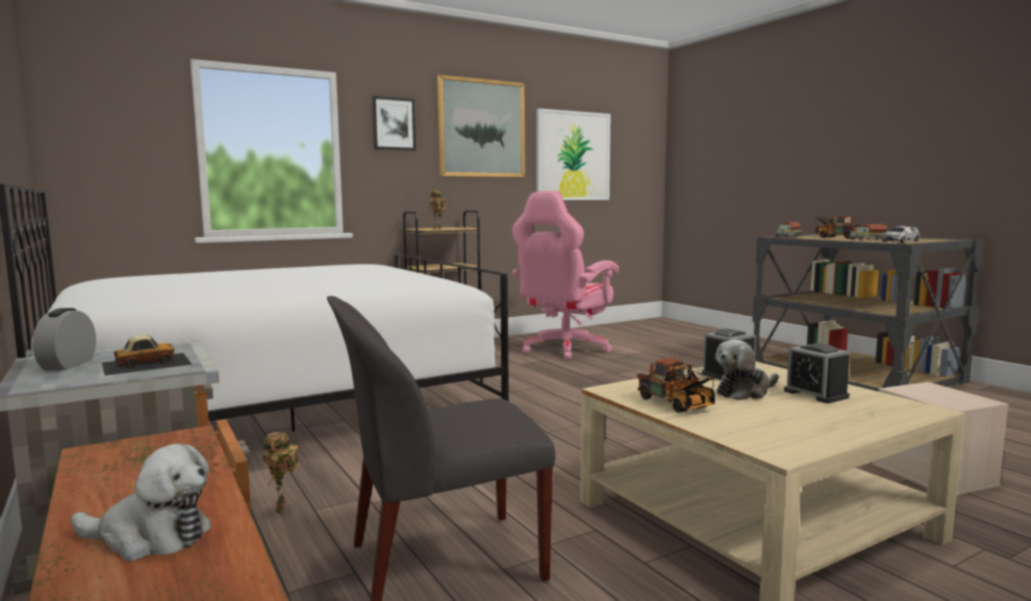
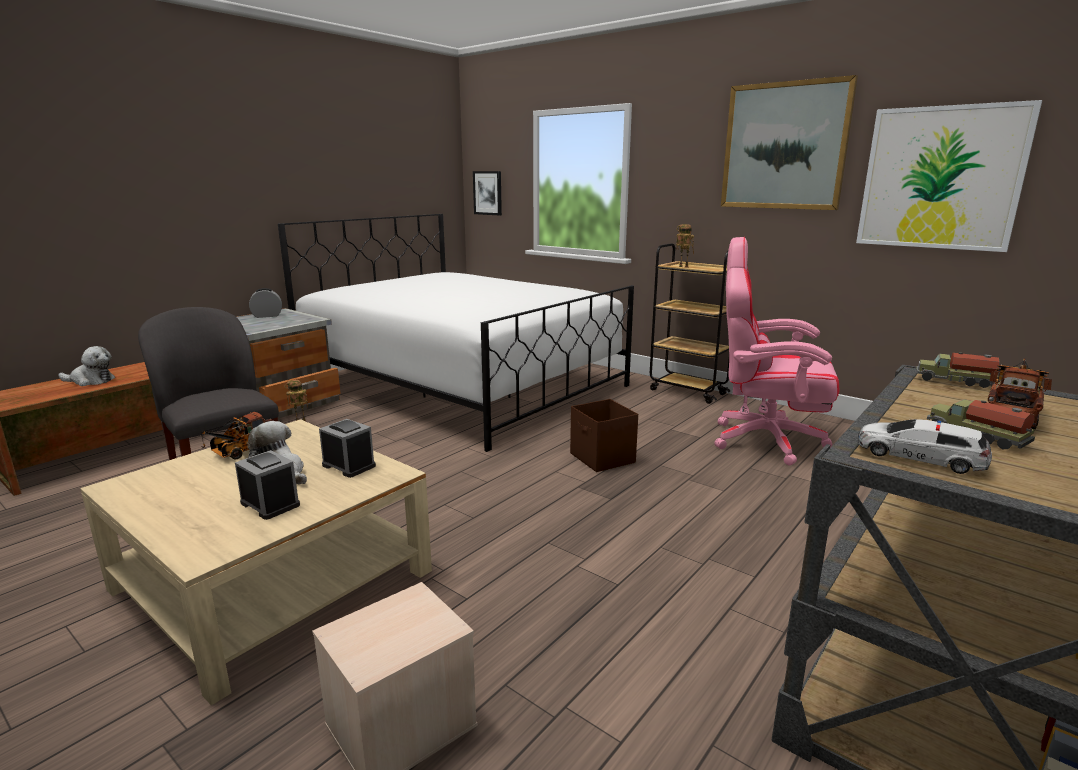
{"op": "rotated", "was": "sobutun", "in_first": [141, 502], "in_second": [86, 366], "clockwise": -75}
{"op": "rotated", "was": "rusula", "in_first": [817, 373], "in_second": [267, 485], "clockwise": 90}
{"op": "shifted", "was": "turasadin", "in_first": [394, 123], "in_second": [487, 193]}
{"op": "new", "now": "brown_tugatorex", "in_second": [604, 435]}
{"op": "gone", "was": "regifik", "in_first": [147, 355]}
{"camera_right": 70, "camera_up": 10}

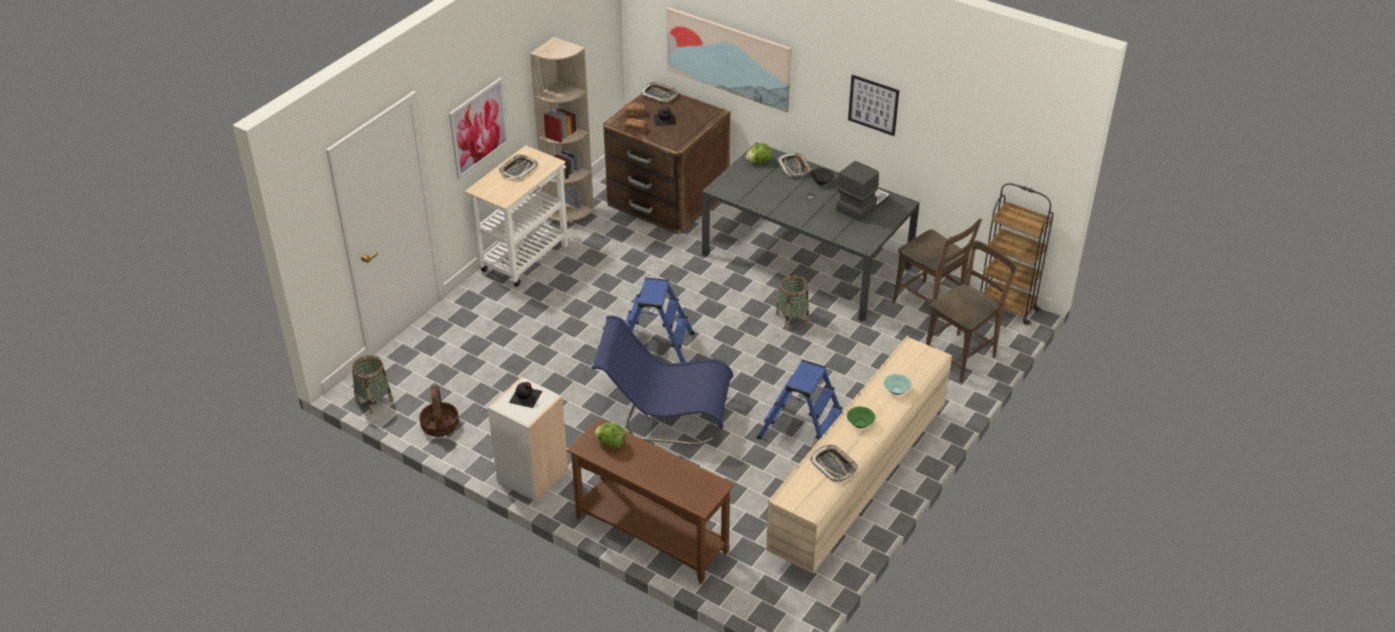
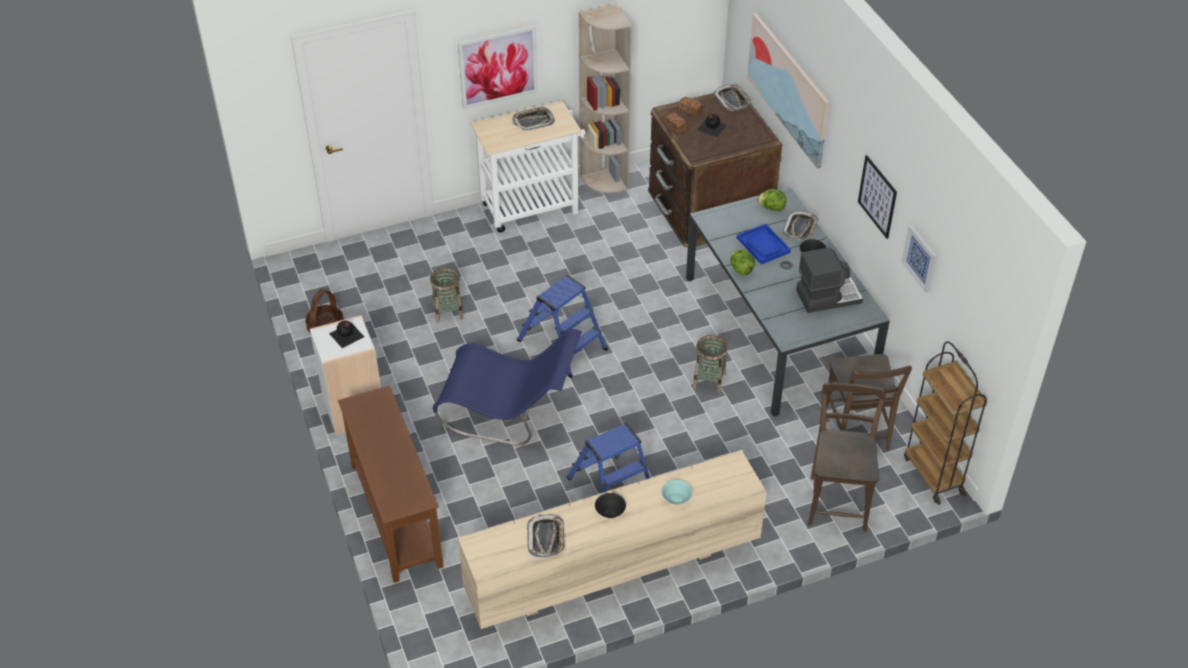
{"op": "shifted", "was": "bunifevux", "in_first": [372, 384], "in_second": [446, 295]}
{"op": "rotated", "was": "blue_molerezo", "in_first": [662, 380], "in_second": [507, 387], "clockwise": 150}
{"op": "repainted", "was": "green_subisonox", "now": "black_subisonox", "in_first": [861, 417], "in_second": [610, 505]}
{"op": "shifted", "was": "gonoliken", "in_first": [610, 435], "in_second": [742, 263]}
{"op": "new", "now": "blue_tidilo", "in_second": [764, 244]}
{"op": "rotated", "was": "brown_molerezo", "in_first": [971, 311], "in_second": [847, 457], "clockwise": -75}
{"op": "new", "now": "turasadin", "in_second": [919, 259]}
{"camera_right": 35, "camera_up": 5}

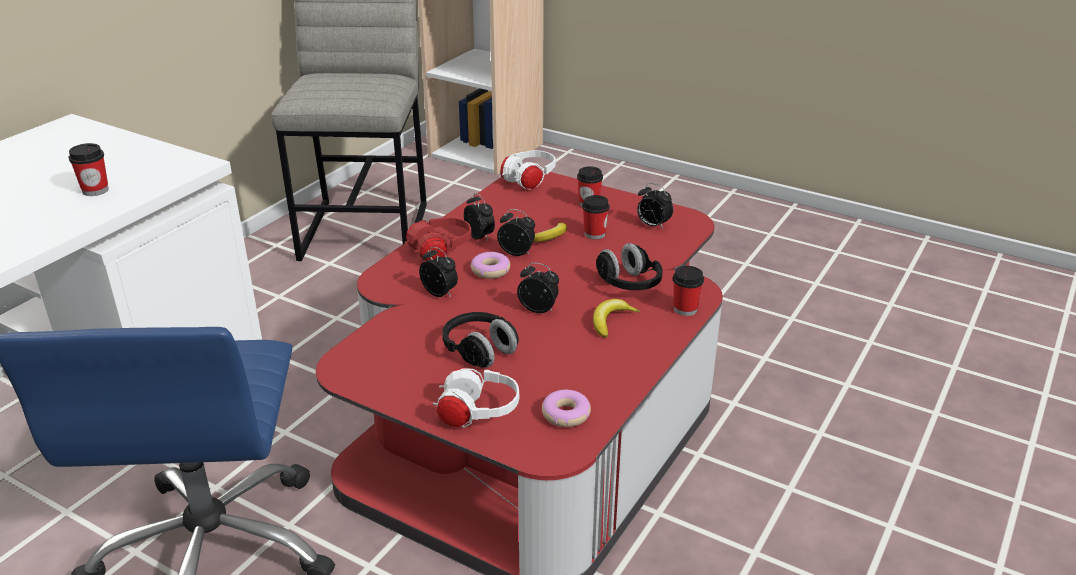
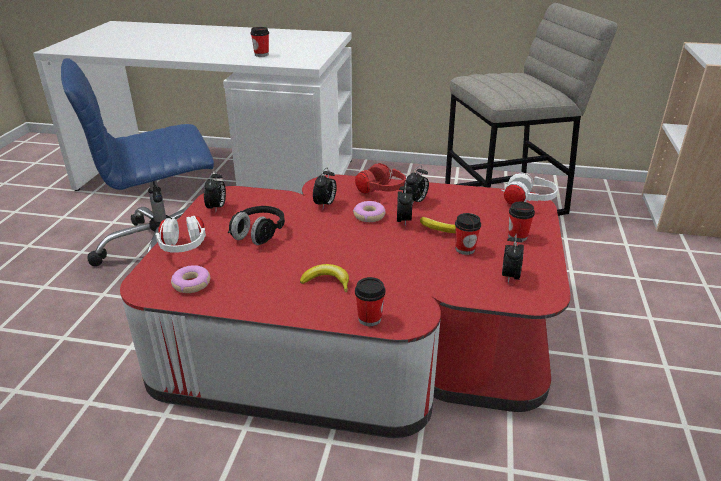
{"op": "shifted", "was": "rusula", "in_first": [538, 287], "in_second": [215, 191]}
{"op": "gone", "was": "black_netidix", "in_first": [629, 266]}
{"camera_right": 70, "camera_up": 0}

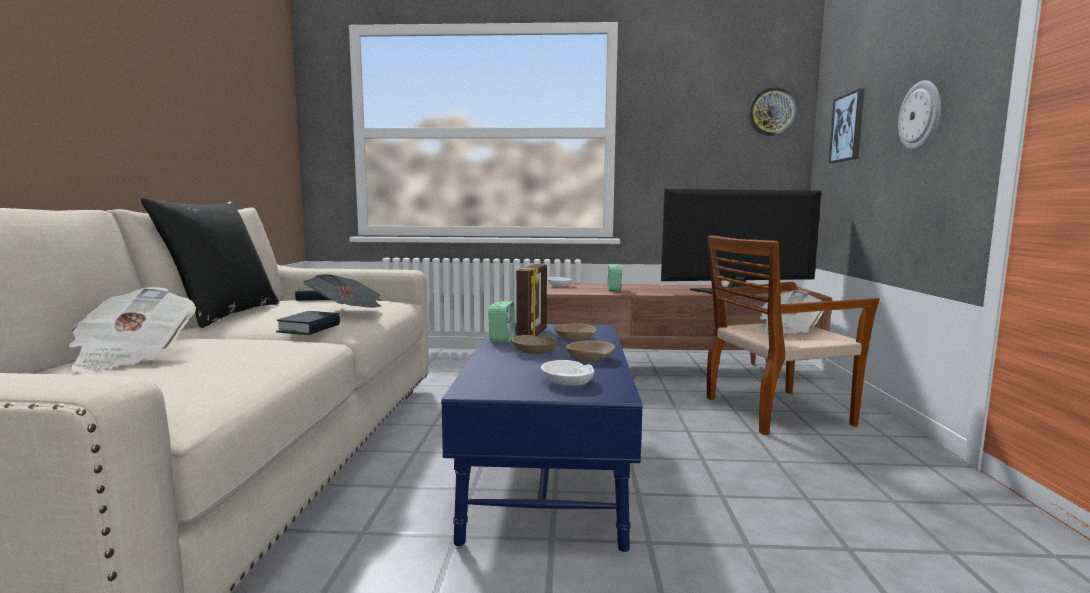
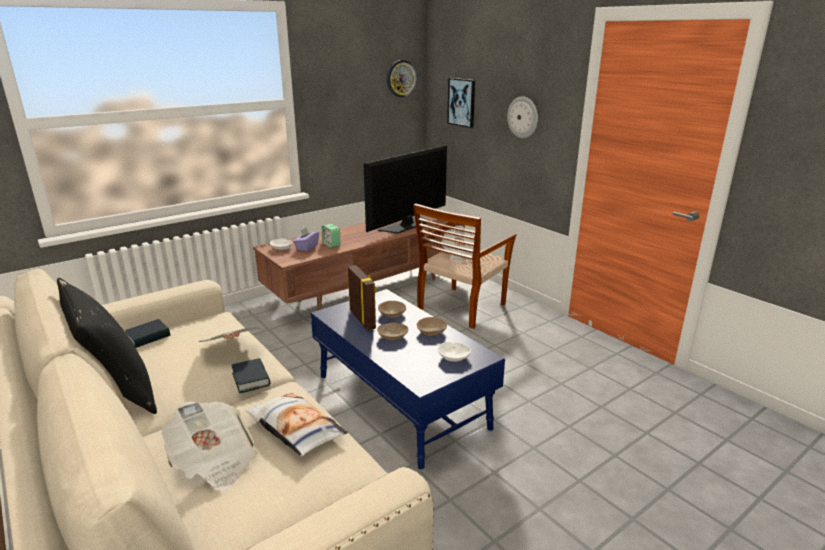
{"op": "new", "now": "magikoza", "in_second": [296, 424]}
{"op": "new", "now": "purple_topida", "in_second": [306, 239]}
{"op": "gone", "was": "rusula", "in_first": [501, 322]}
{"camera_right": -40, "camera_up": 15}

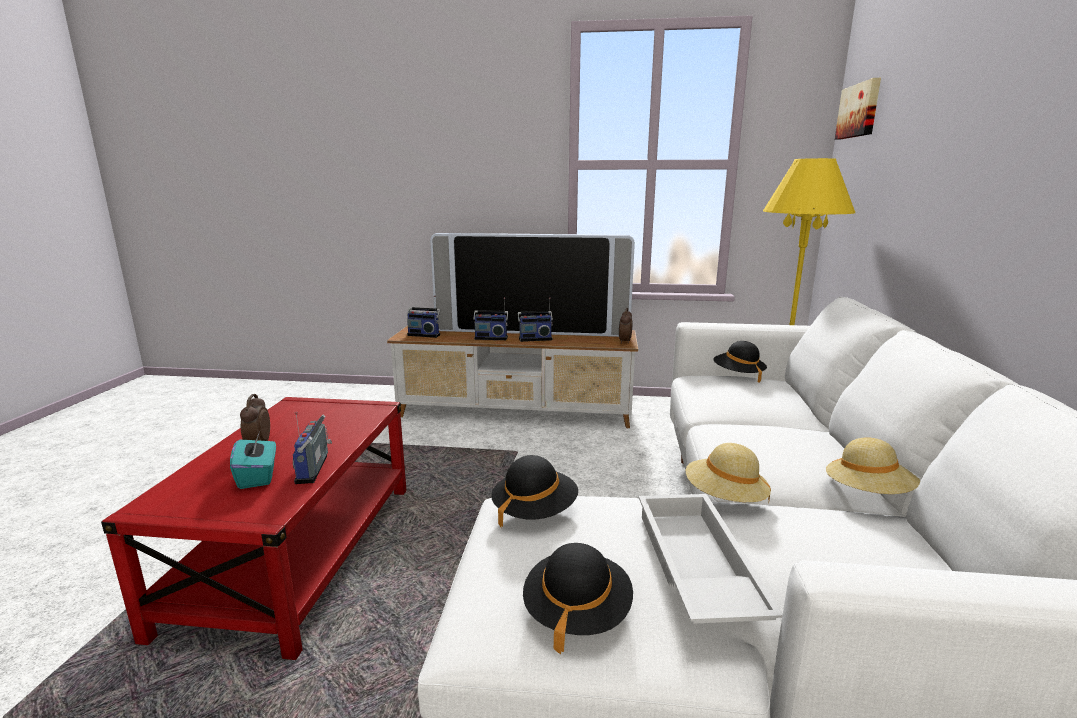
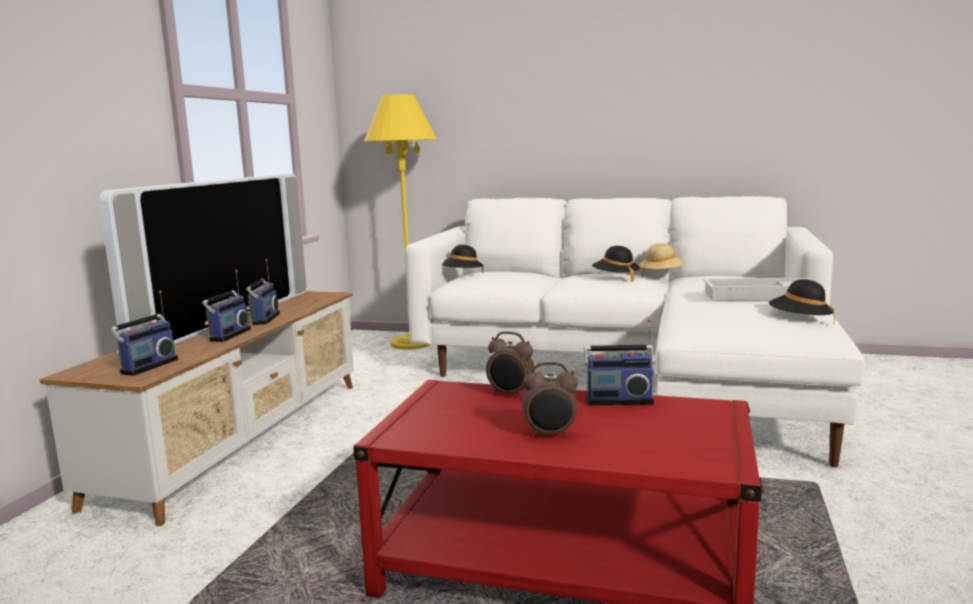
{"op": "shifted", "was": "rusula", "in_first": [625, 326], "in_second": [510, 364]}
{"op": "shifted", "was": "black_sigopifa", "in_first": [534, 491], "in_second": [616, 264]}
{"op": "gone", "was": "turquoise_topida", "in_first": [253, 460]}
{"op": "gone", "was": "beige_sigopifa", "in_first": [728, 473]}
{"op": "gone", "was": "turasadin", "in_first": [858, 108]}
{"camera_right": -80, "camera_up": -5}

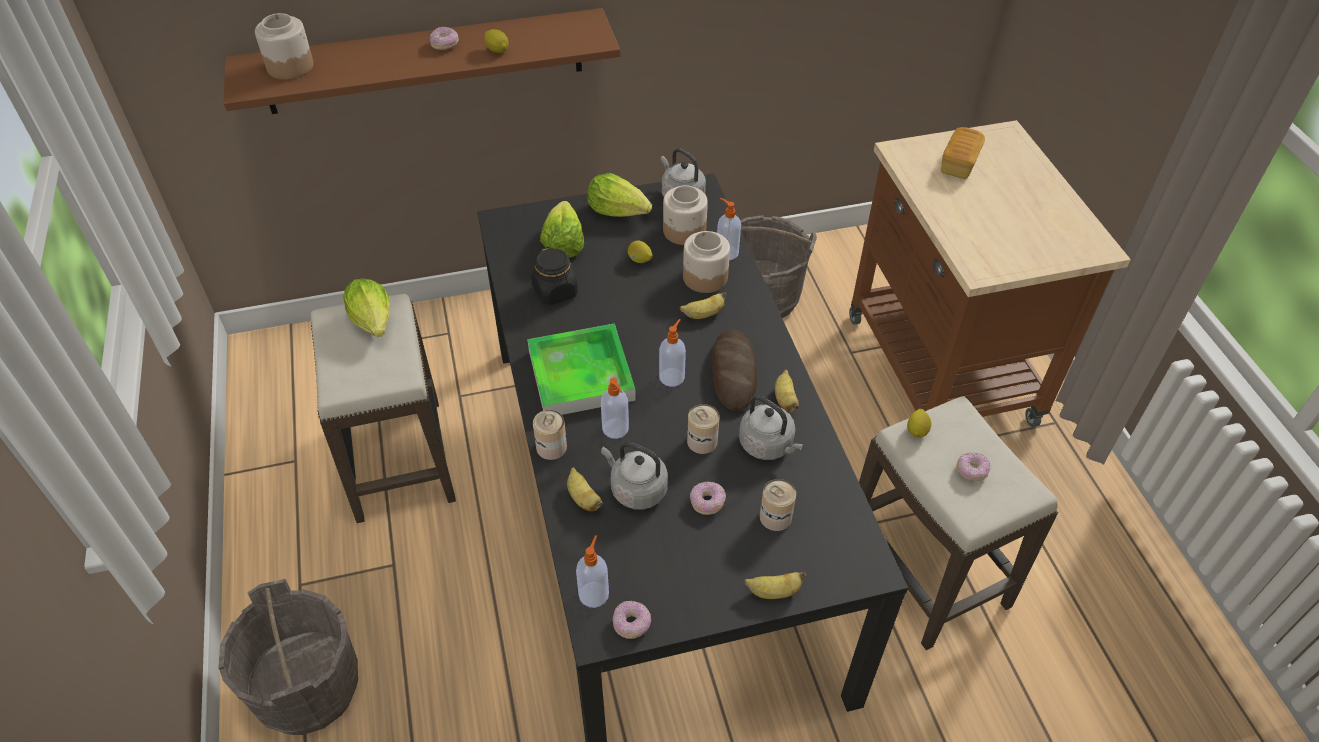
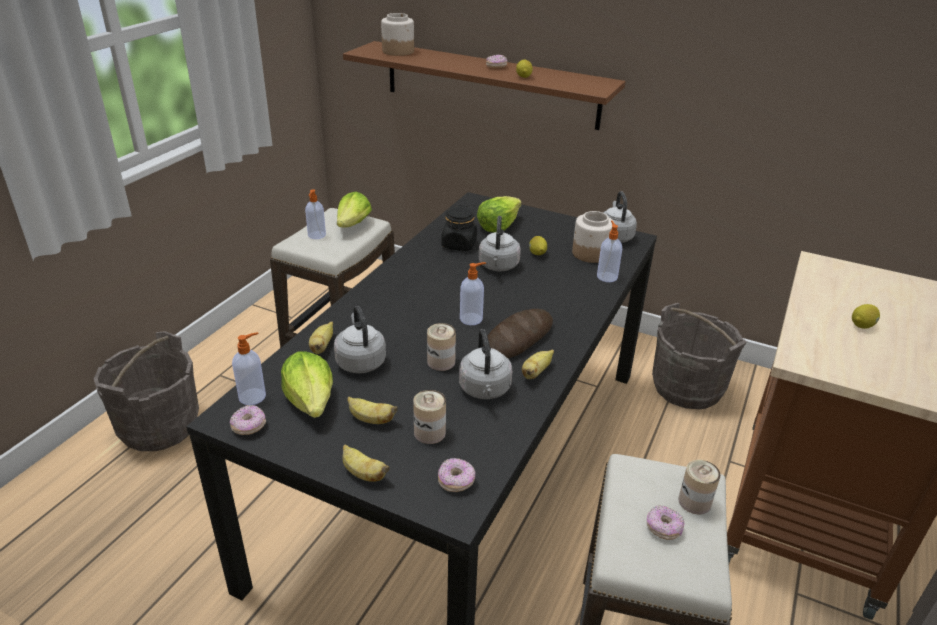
{"op": "shifted", "was": "gonoliken", "in_first": [619, 195], "in_second": [307, 384]}
{"op": "shifted", "was": "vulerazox", "in_first": [615, 408], "in_second": [315, 214]}
{"op": "shifted", "was": "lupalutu", "in_first": [703, 305], "in_second": [372, 410]}
{"op": "shifted", "was": "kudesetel", "in_first": [708, 498], "in_second": [456, 475]}
{"op": "new", "now": "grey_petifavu", "in_second": [500, 243]}
{"op": "shifted", "was": "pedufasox", "in_first": [550, 435], "in_second": [700, 487]}
{"op": "shifted", "was": "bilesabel", "in_first": [919, 423], "in_second": [866, 316]}
{"op": "gone", "was": "tidilo", "in_first": [581, 369]}
{"op": "gone", "was": "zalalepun", "in_first": [706, 262]}
{"op": "gone", "was": "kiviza", "in_first": [963, 153]}
{"camera_right": 40, "camera_up": -15}

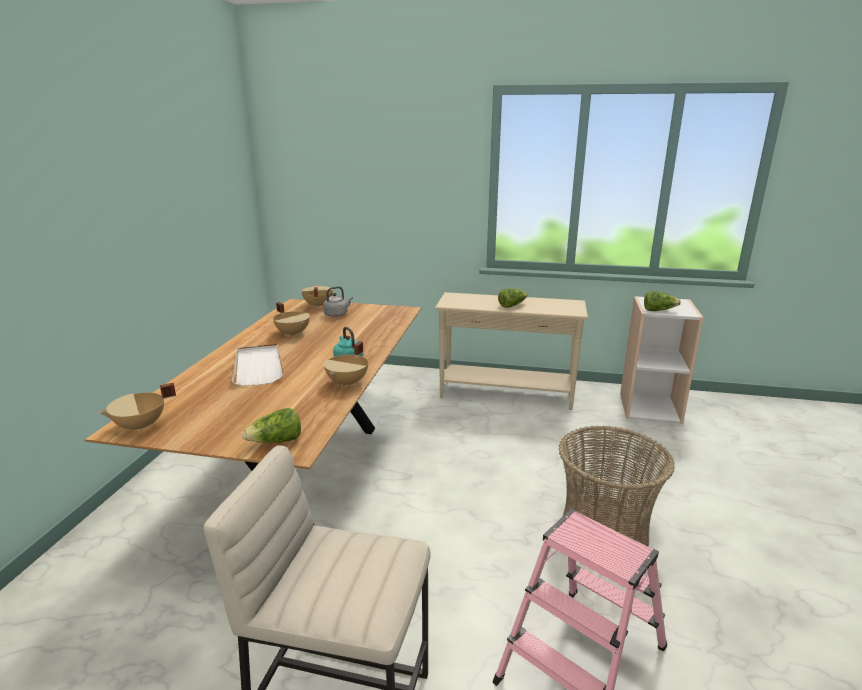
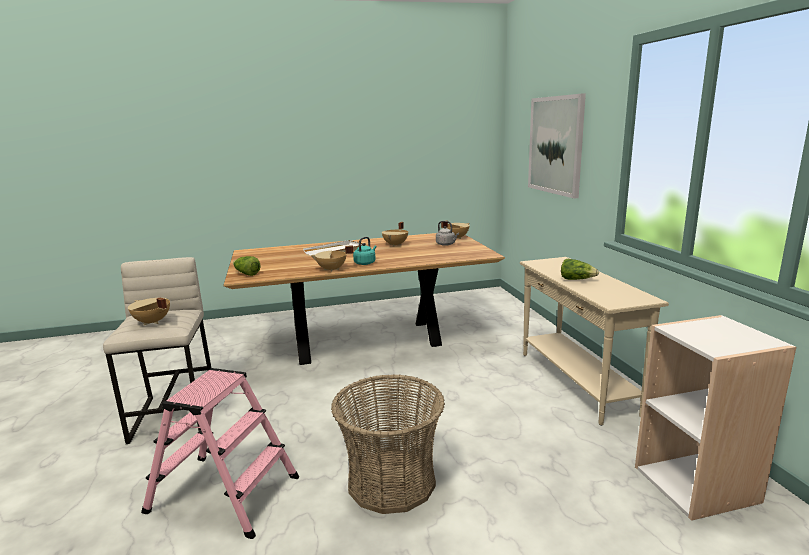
{"op": "shifted", "was": "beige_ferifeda", "in_first": [137, 407], "in_second": [149, 311]}
{"op": "new", "now": "turasadin", "in_second": [557, 146]}
{"op": "gone", "was": "gonoliken", "in_first": [662, 301]}
{"camera_right": 65, "camera_up": -5}

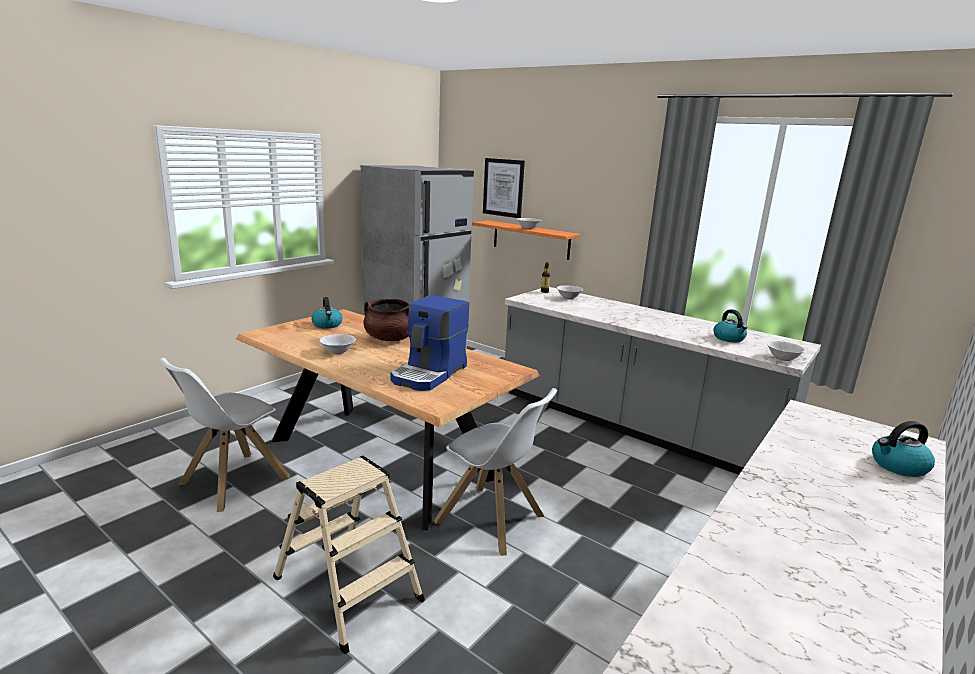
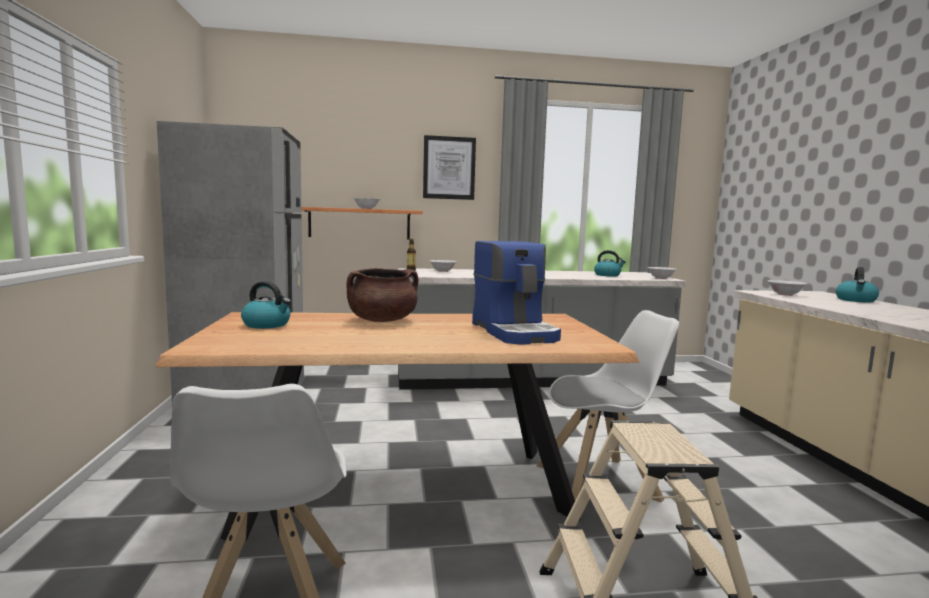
{"op": "shifted", "was": "turasadin", "in_first": [504, 188], "in_second": [449, 167]}
{"op": "shifted", "was": "white_subisonox", "in_first": [337, 344], "in_second": [787, 288]}
{"camera_right": -45, "camera_up": -10}

